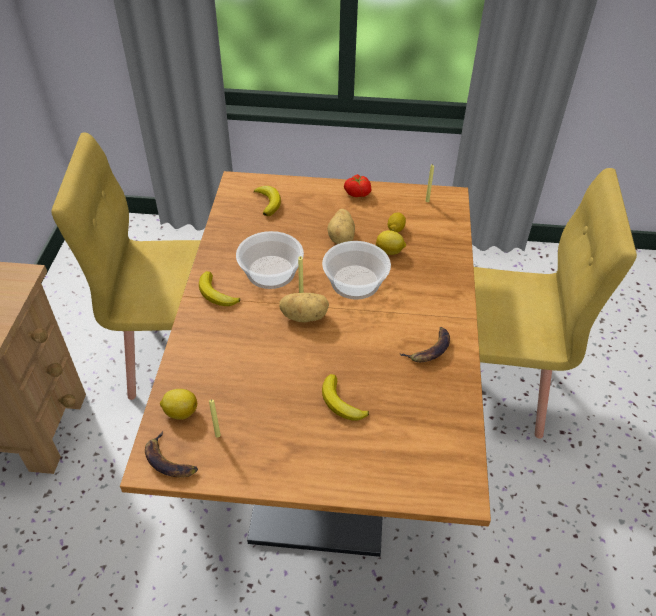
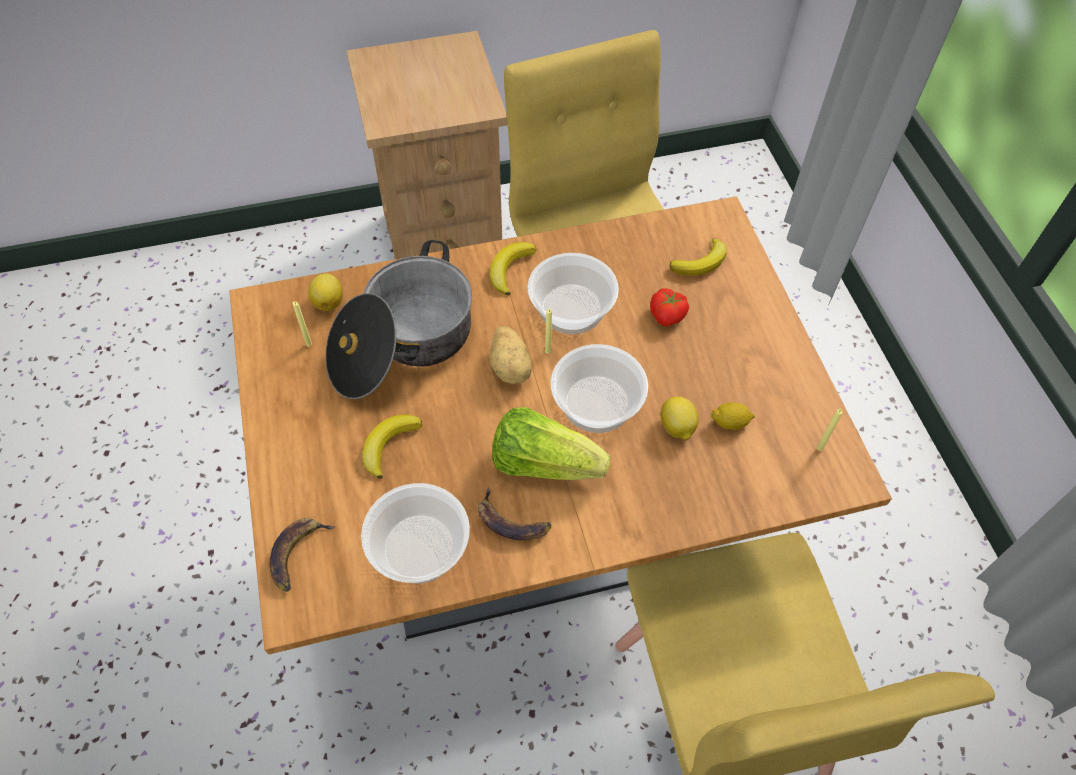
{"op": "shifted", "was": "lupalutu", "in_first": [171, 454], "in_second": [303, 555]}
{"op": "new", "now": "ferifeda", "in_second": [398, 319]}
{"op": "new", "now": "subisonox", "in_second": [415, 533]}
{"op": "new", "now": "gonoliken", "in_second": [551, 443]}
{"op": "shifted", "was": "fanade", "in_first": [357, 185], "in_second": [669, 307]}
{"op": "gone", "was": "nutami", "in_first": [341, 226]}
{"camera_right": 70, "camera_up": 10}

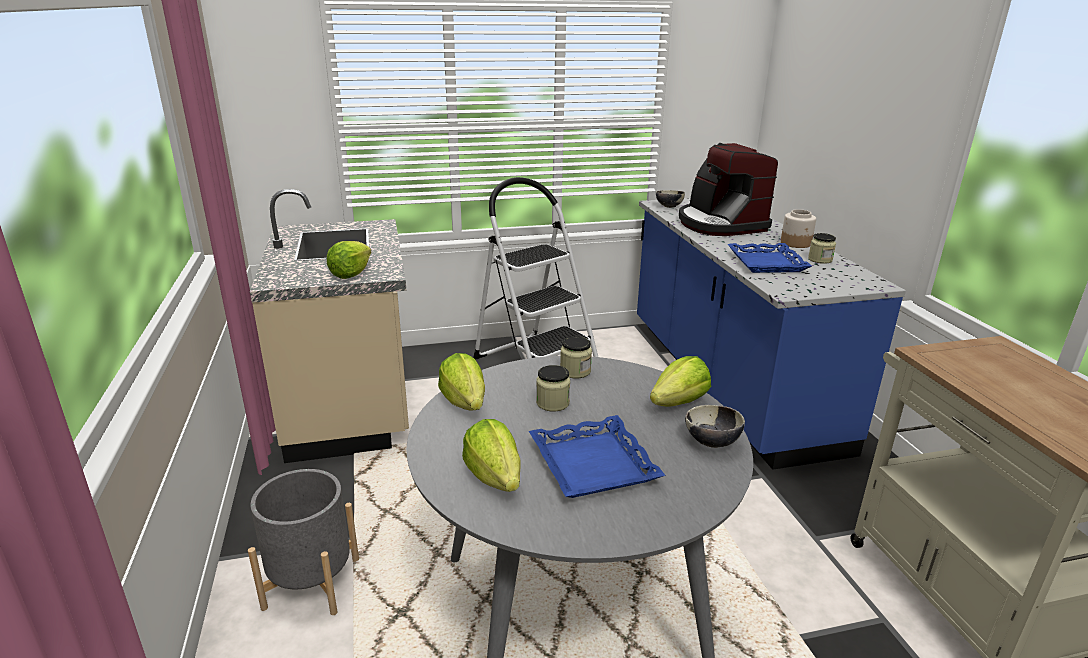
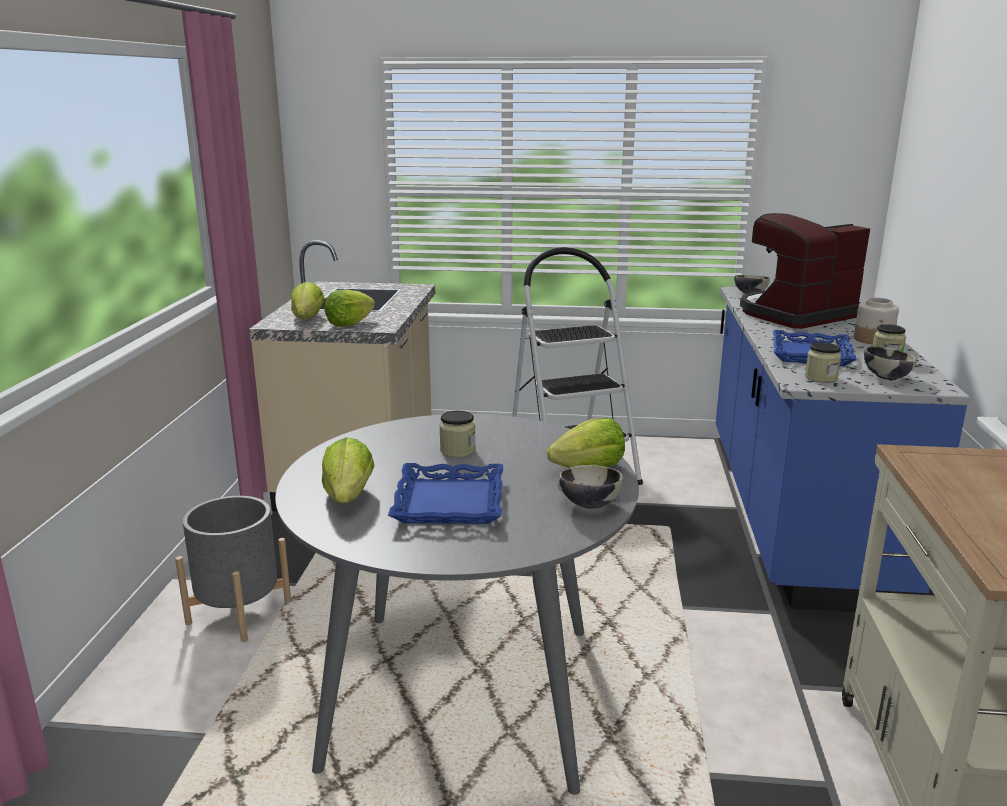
{"op": "shifted", "was": "gonoliken", "in_first": [461, 381], "in_second": [308, 300]}
{"op": "rotated", "was": "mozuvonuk", "in_first": [728, 189], "in_second": [805, 271], "clockwise": 60}
{"op": "shifted", "was": "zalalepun", "in_first": [576, 357], "in_second": [823, 362]}
{"op": "new", "now": "subisonox", "in_second": [890, 363]}
{"camera_right": 20, "camera_up": -5}

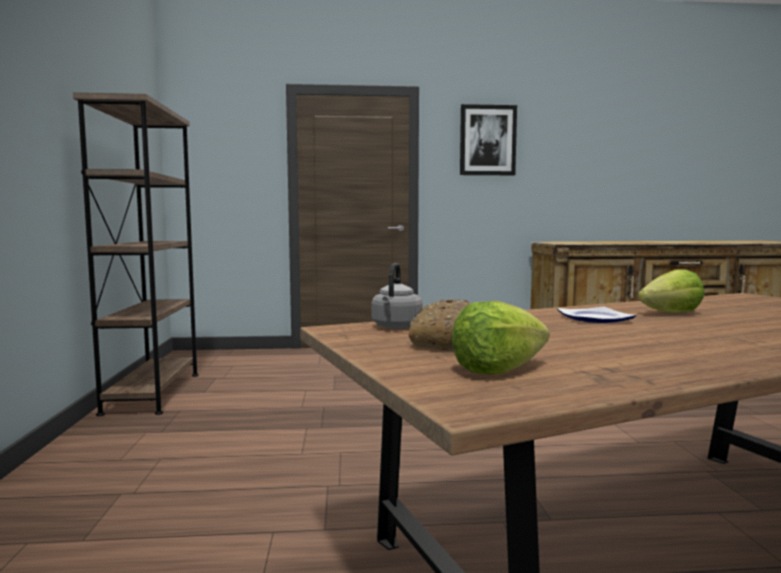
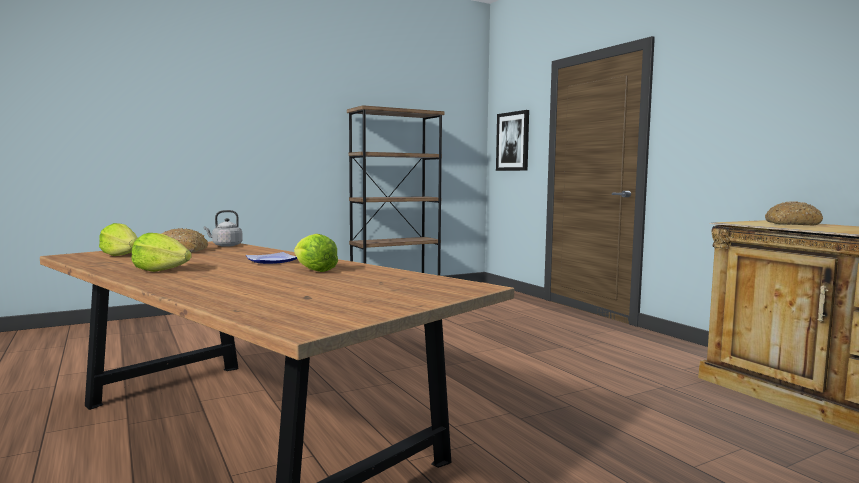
{"op": "new", "now": "gonoliken", "in_second": [161, 252]}
{"op": "shifted", "was": "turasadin", "in_first": [488, 139], "in_second": [512, 140]}
{"op": "new", "now": "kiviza", "in_second": [794, 213]}
{"camera_right": 65, "camera_up": 0}

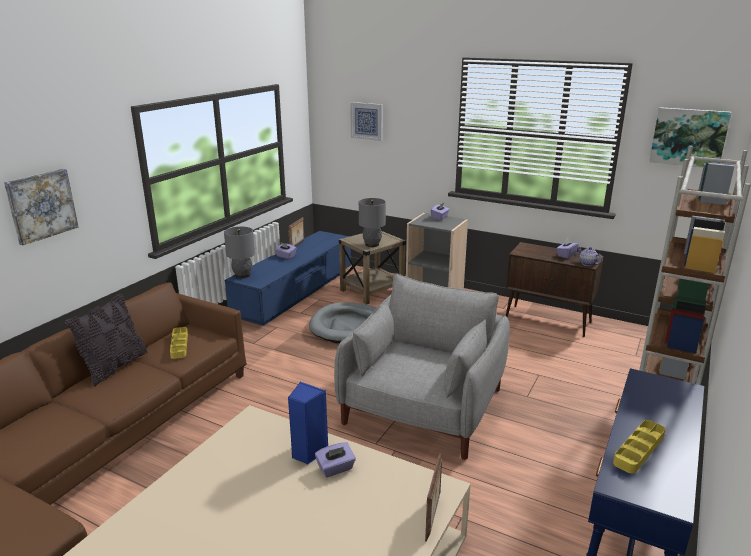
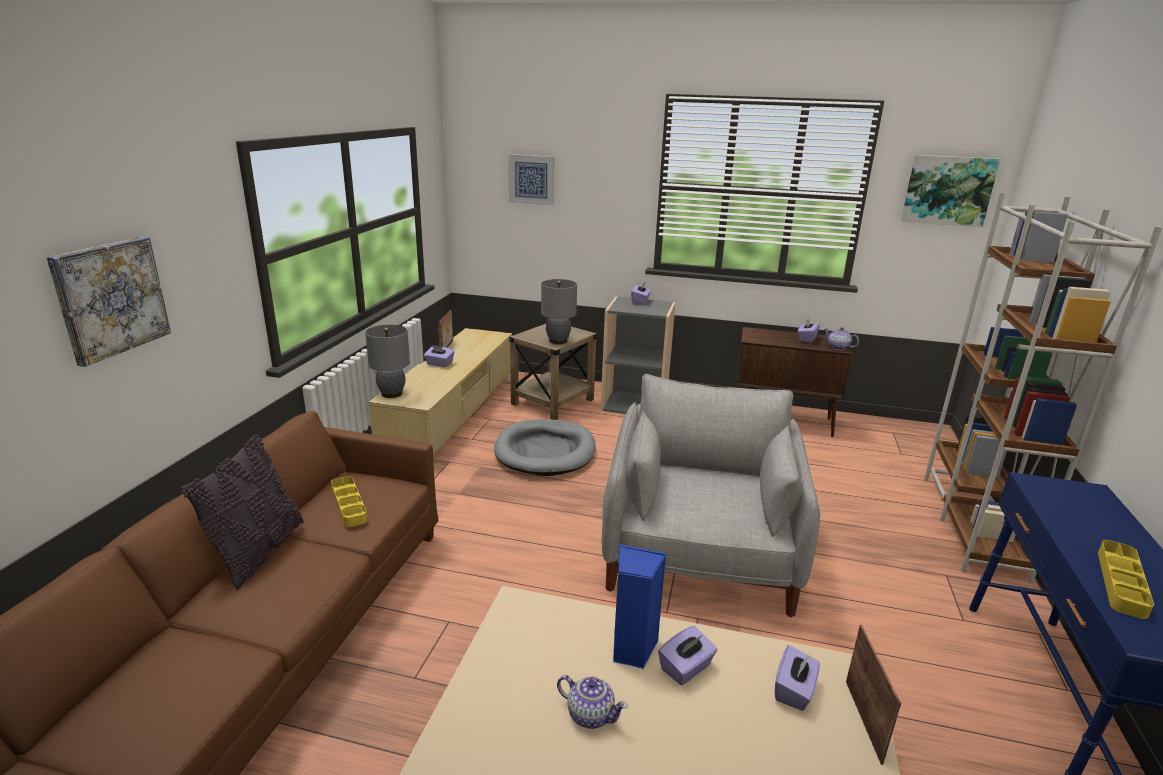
{"op": "repainted", "was": "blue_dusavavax", "now": "beige_dusavavax", "in_first": [288, 278], "in_second": [440, 392]}
{"op": "new", "now": "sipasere", "in_second": [592, 702]}
{"op": "new", "now": "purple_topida", "in_second": [797, 678]}
{"camera_right": -15, "camera_up": 0}

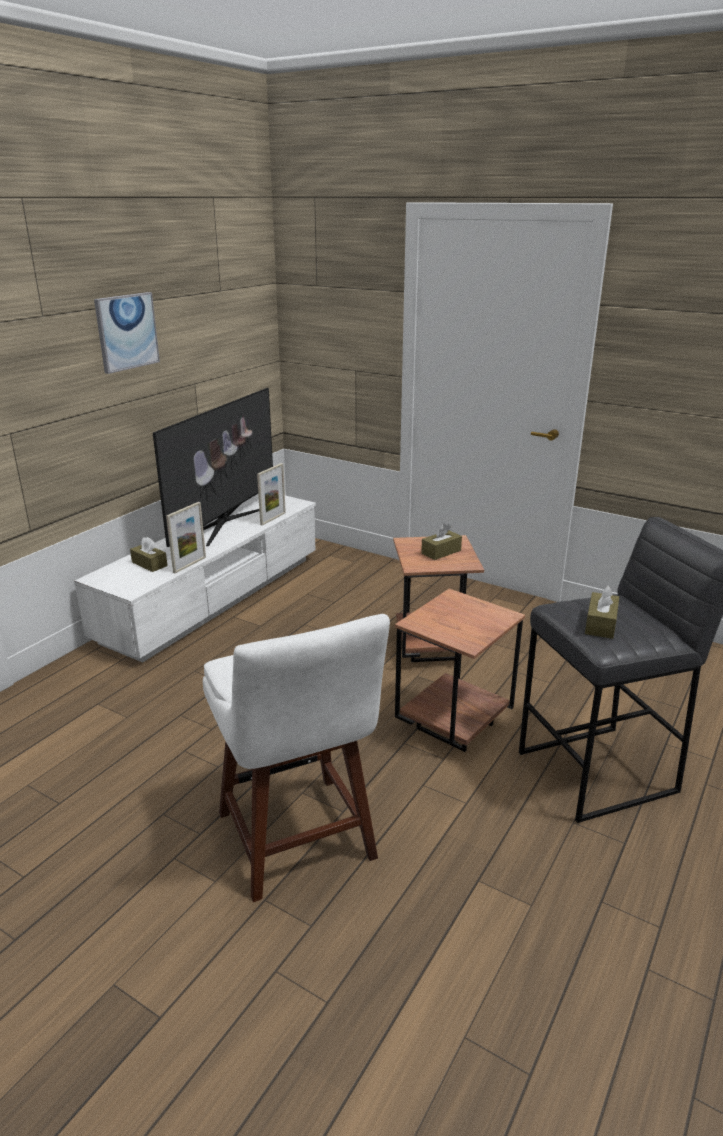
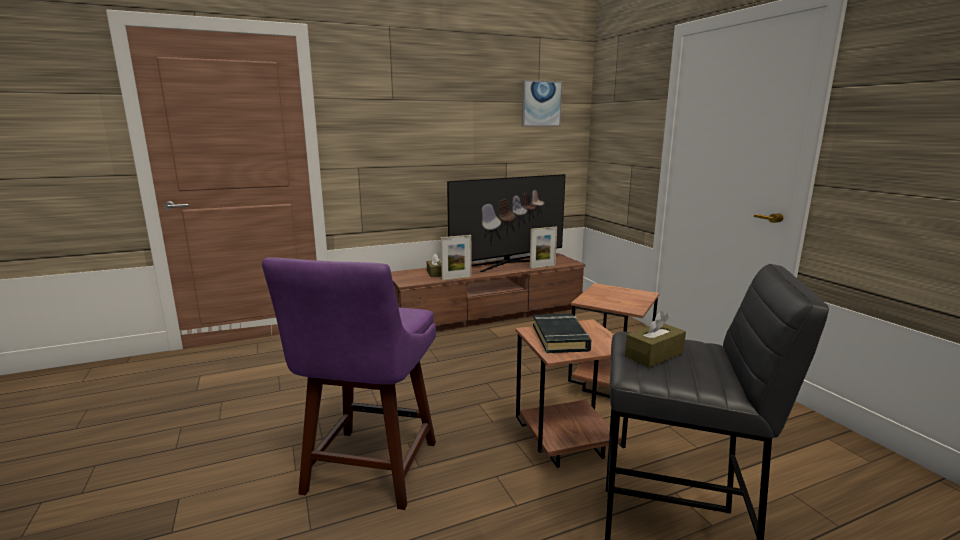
{"op": "repainted", "was": "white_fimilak", "now": "purple_fimilak", "in_first": [296, 758], "in_second": [349, 383]}
{"op": "repainted", "was": "white_dusavavax", "now": "brown_dusavavax", "in_first": [195, 578], "in_second": [488, 292]}
{"op": "shifted", "was": "turasadin", "in_first": [127, 333], "in_second": [542, 103]}
{"op": "new", "now": "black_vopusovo", "in_second": [562, 333]}
{"op": "gone", "was": "brown_topida", "in_first": [441, 541]}
{"camera_right": 35, "camera_up": -10}

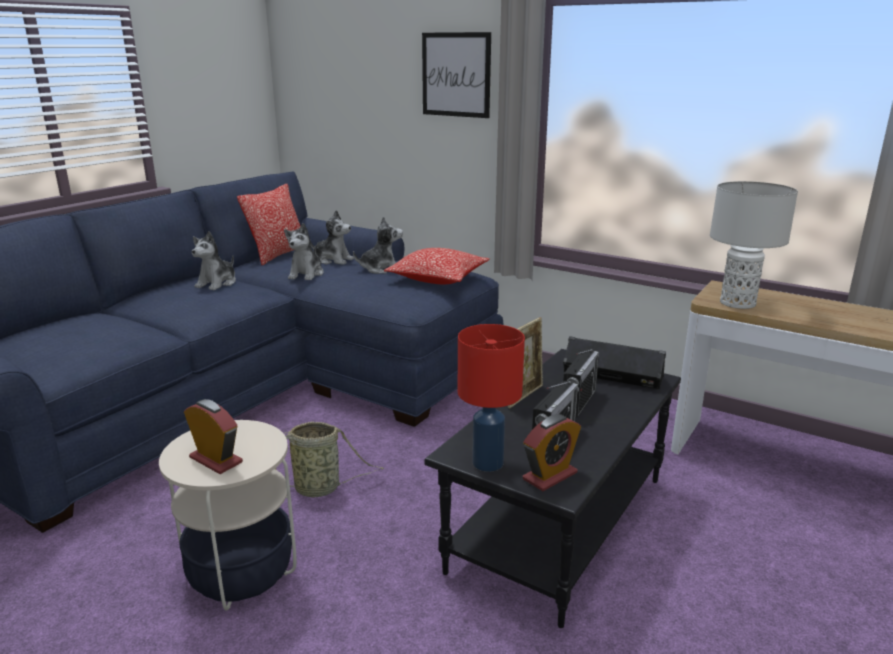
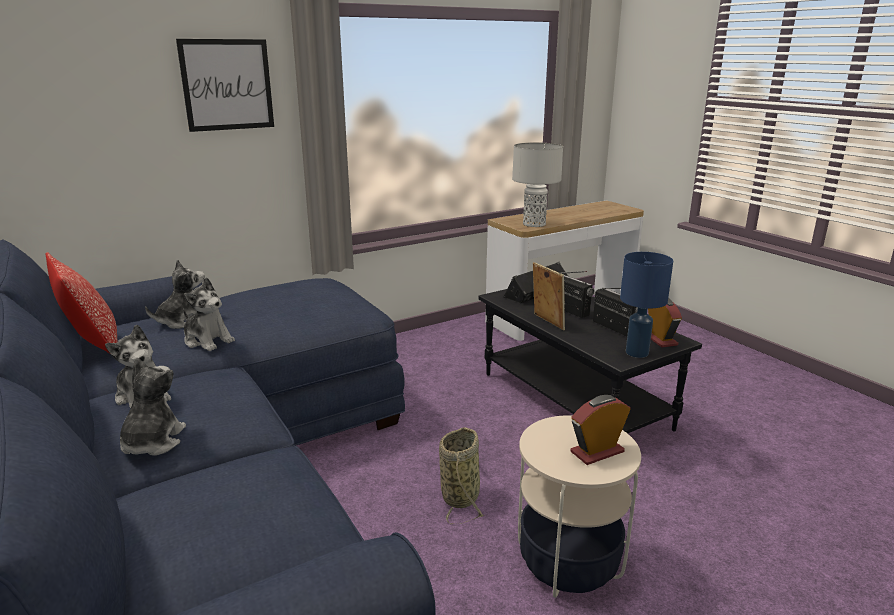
{"op": "shifted", "was": "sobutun", "in_first": [378, 245], "in_second": [153, 406]}
{"op": "repainted", "was": "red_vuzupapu", "now": "blue_vuzupapu", "in_first": [491, 398], "in_second": [646, 305]}
{"op": "gone", "was": "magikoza", "in_first": [437, 266]}
{"camera_right": -65, "camera_up": 0}

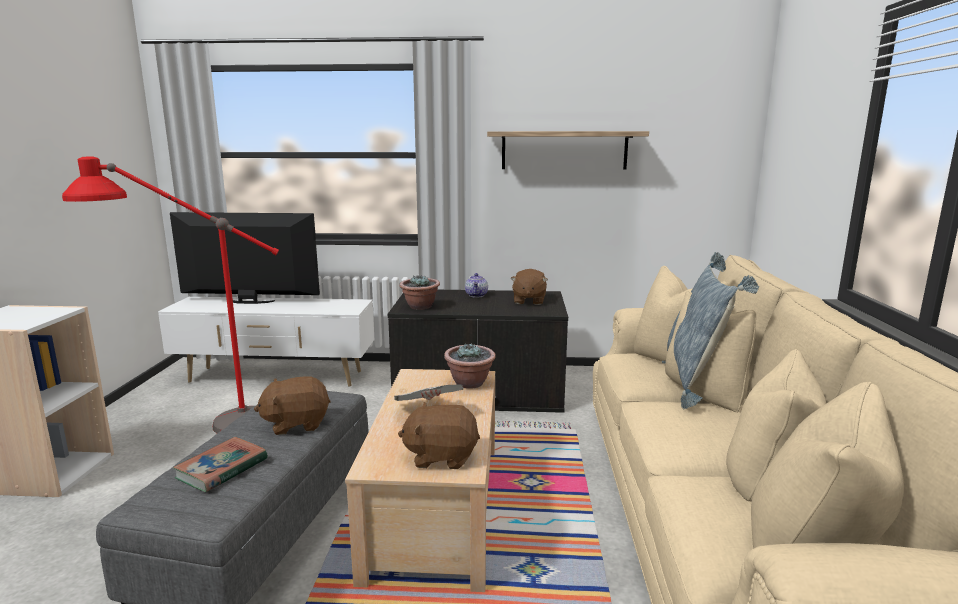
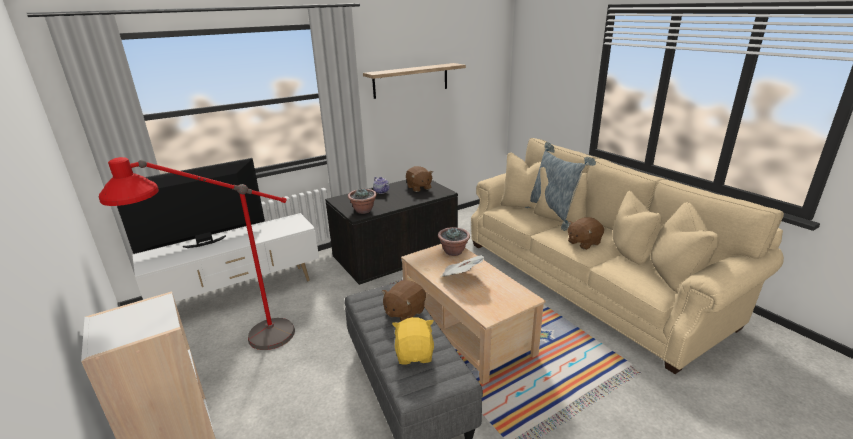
{"op": "swapped", "was": "vopusovo", "now": "yellow_sobutun", "in_first": [220, 464], "in_second": [413, 341]}
{"op": "shifted", "was": "brown_sobutun", "in_first": [439, 435], "in_second": [586, 233]}
{"camera_right": -35, "camera_up": 10}

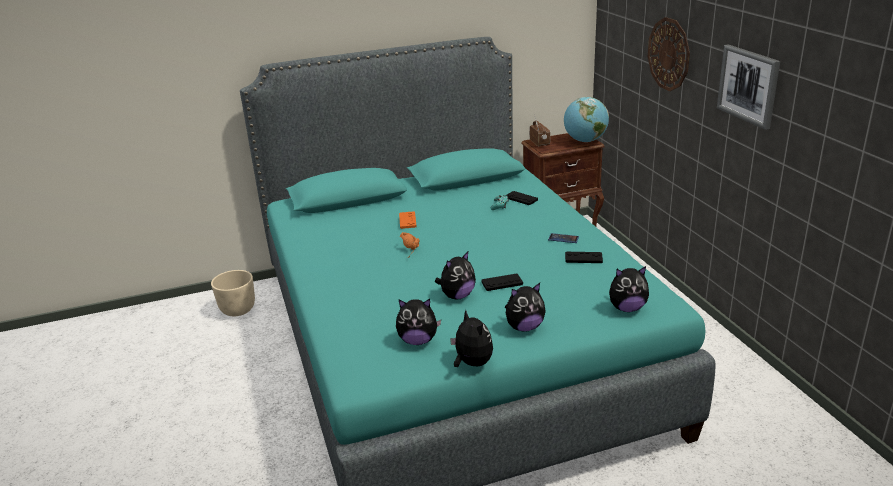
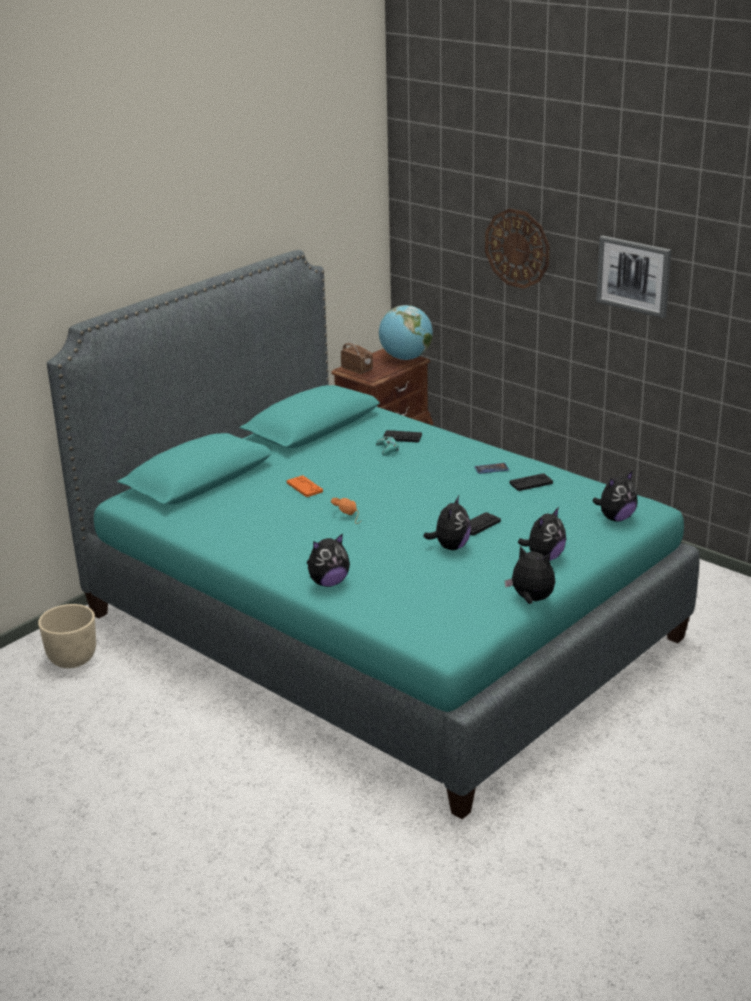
{"op": "shifted", "was": "sobutun", "in_first": [418, 322], "in_second": [328, 560]}
{"camera_right": -30, "camera_up": 0}

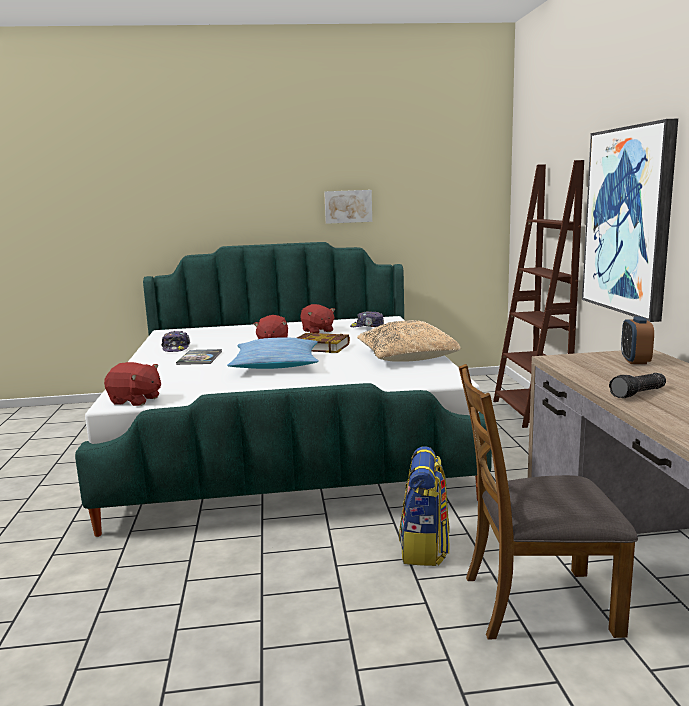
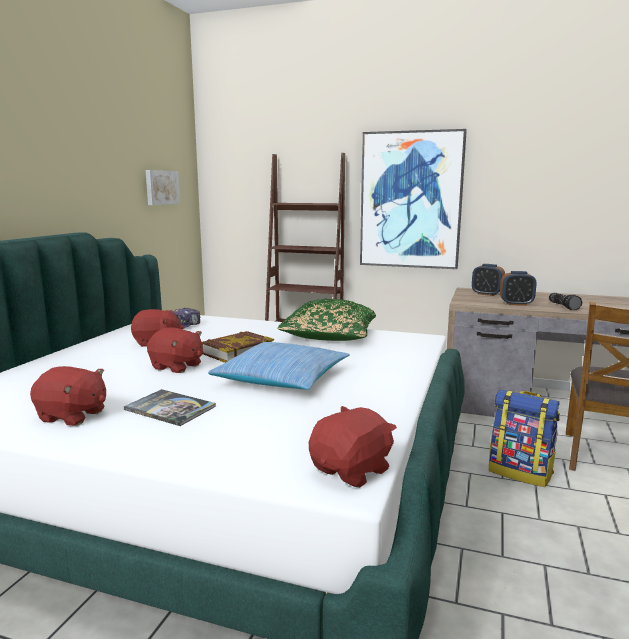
{"op": "swapped", "was": "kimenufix", "now": "red_sobutun", "in_first": [175, 341], "in_second": [68, 396]}
{"op": "shifted", "was": "turasadin", "in_first": [348, 207], "in_second": [163, 187]}
{"op": "repainted", "was": "beige_magikoza", "now": "green_magikoza", "in_first": [409, 341], "in_second": [326, 320]}
{"op": "new", "now": "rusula", "in_second": [518, 288]}
{"camera_right": -65, "camera_up": 0}

